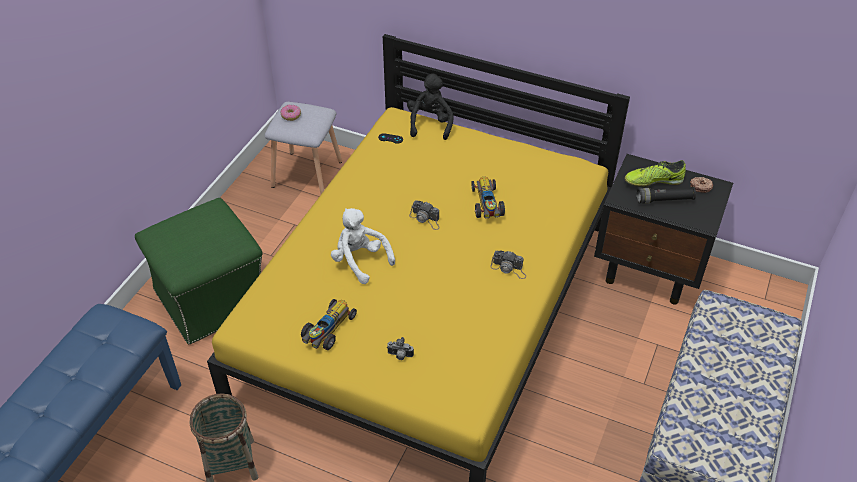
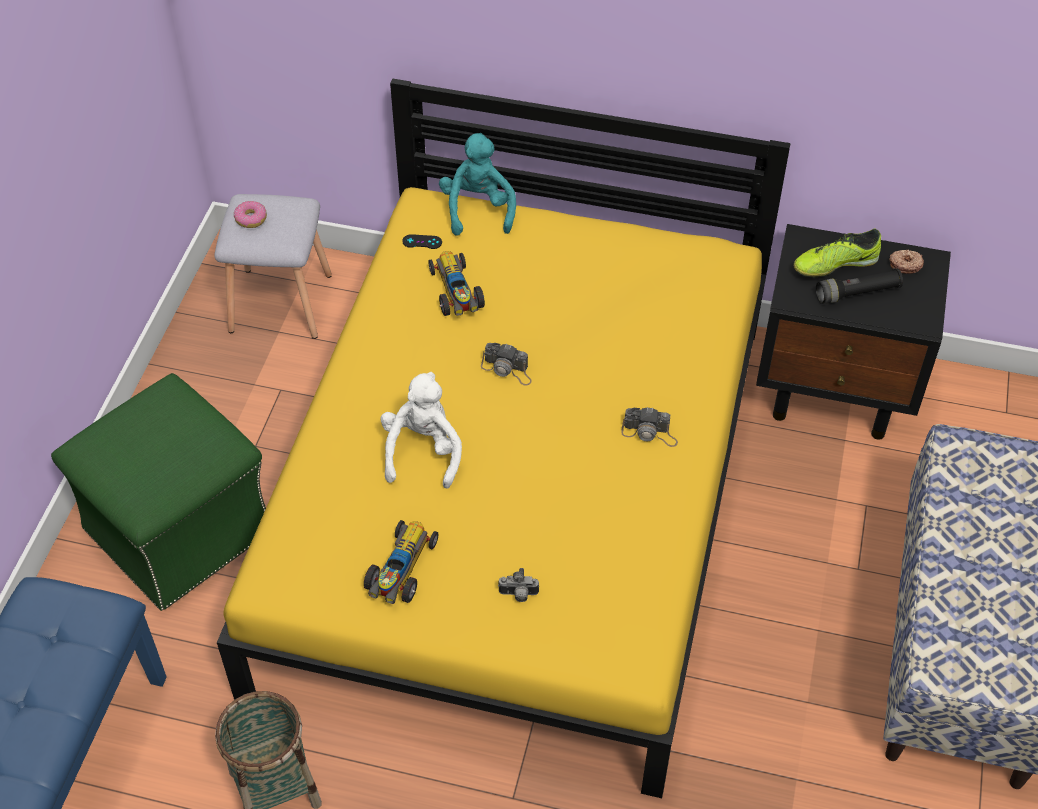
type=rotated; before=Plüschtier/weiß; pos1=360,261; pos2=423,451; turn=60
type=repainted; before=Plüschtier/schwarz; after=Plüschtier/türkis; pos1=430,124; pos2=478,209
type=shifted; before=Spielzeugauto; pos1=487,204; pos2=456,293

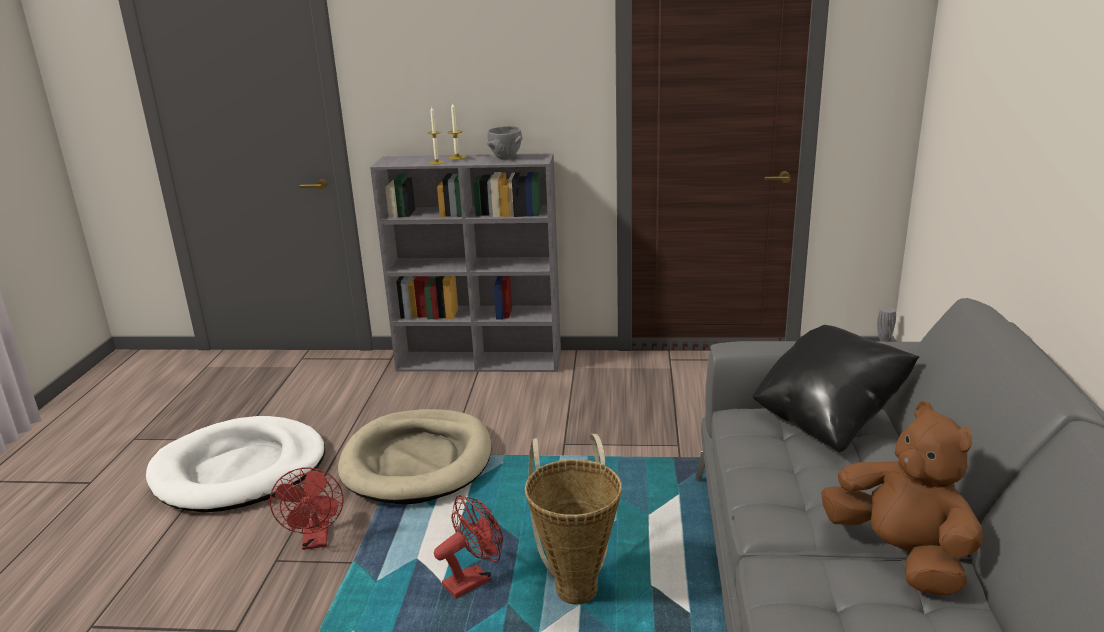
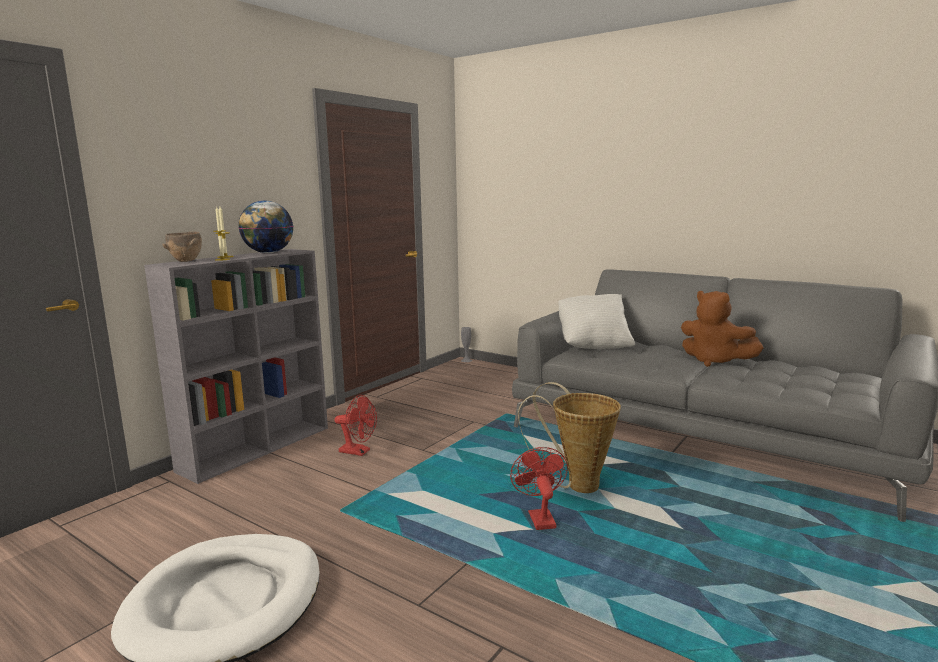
type=shifted; before=Ventilator/rot; pos1=316,540; pos2=359,452
type=gone; before=Hundebett/beige; pos1=418,461
type=swapped; before=Schüssel/grau; after=Globus; pos1=505,158; pos2=268,253
type=repainted; before=Kissen/schwarz; after=Kissen/weiß; pos1=827,420; pos2=593,344
type=rotated; before=Plüschtier/braun; pos1=900,555; pos2=714,361; turn=-135
type=new; after=Schüssel/braun; pos2=185,261

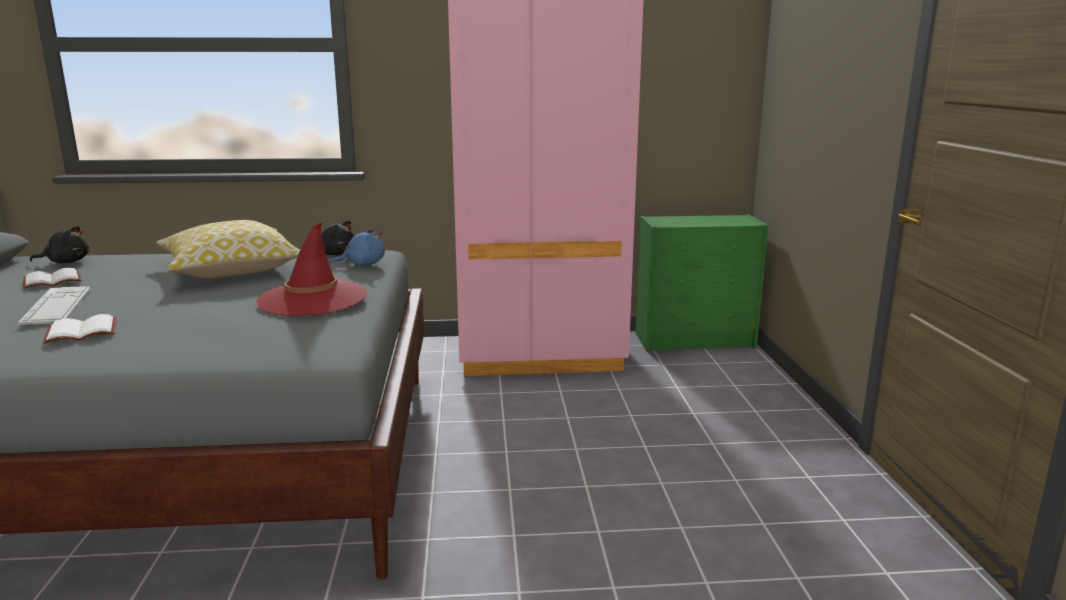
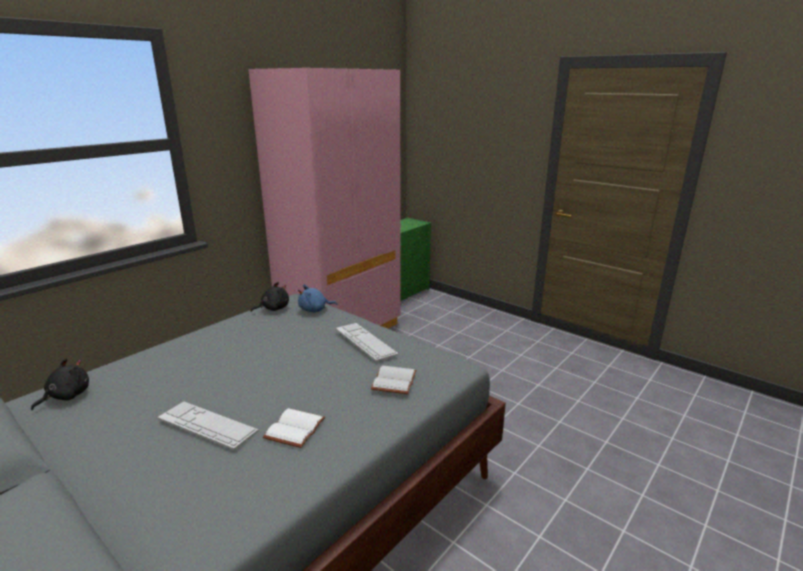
type=shifted; before=Buch/weiß; pos1=53,280; pos2=393,380
type=gone; before=Kissen; pos1=230,270
type=swapped; before=Hut/rot; after=Tastatur; pos1=312,299; pos2=365,342
type=rotated; before=Plüschtier/blau; pos1=362,265; pos2=315,310; turn=-135

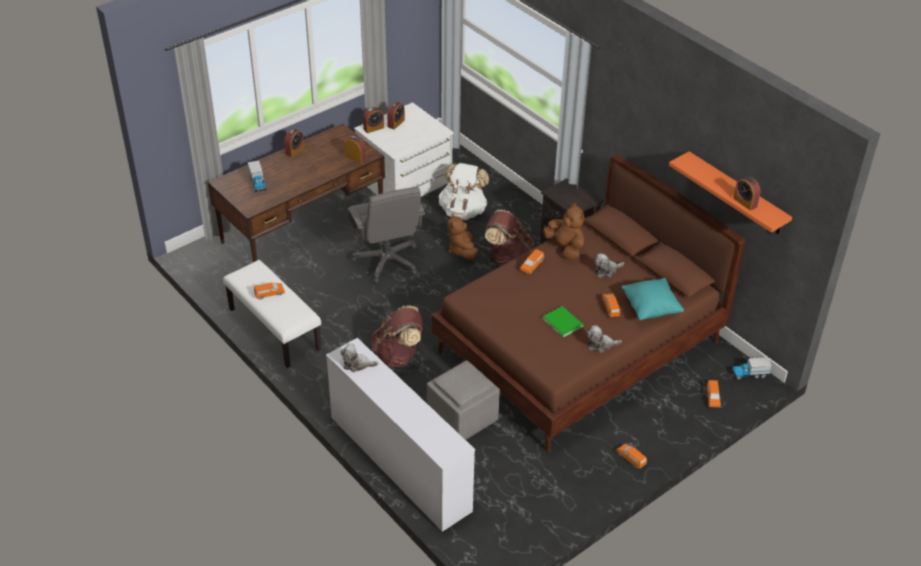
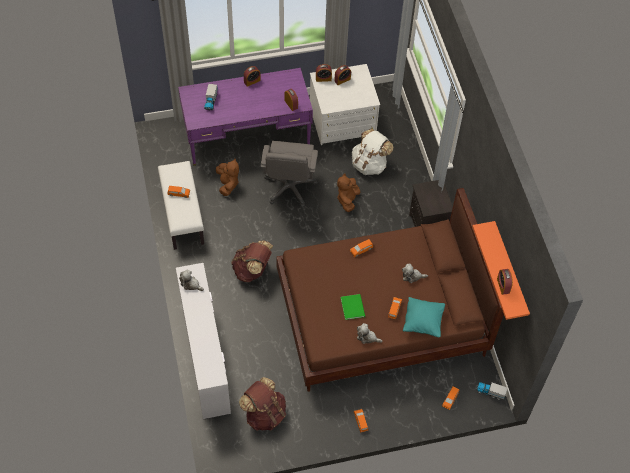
type=repainted; before=Schreibtisch/braun; after=Schreibtisch/lila; pos1=303,228; pos2=247,135
type=gone; before=Polsterhocker/grau; pos1=463,418
type=shifted; before=Rucksack/braun; pos1=508,258; pos2=264,414
type=shifted; before=Plüschtier/braun; pos1=565,247; pos2=228,184

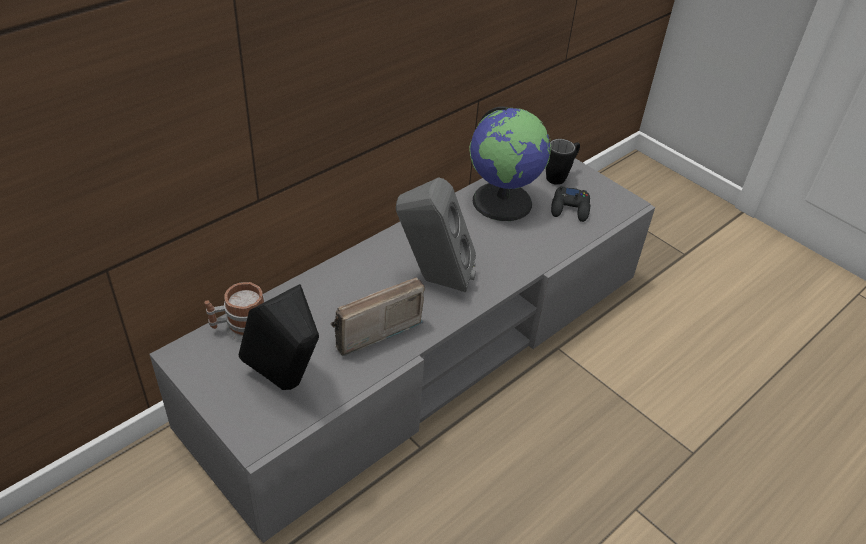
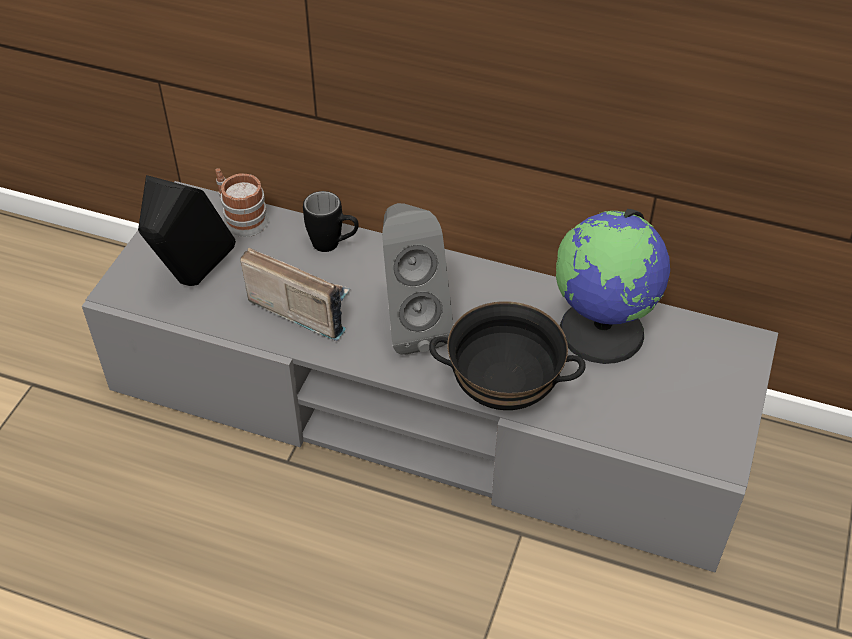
type=shifted; before=Henkelbecher/schwarz; pos1=560,176; pos2=334,245
type=gone; before=Gamepad/schwarz; pos1=570,208
type=new; after=Schüssel/schwarz; pos2=504,391

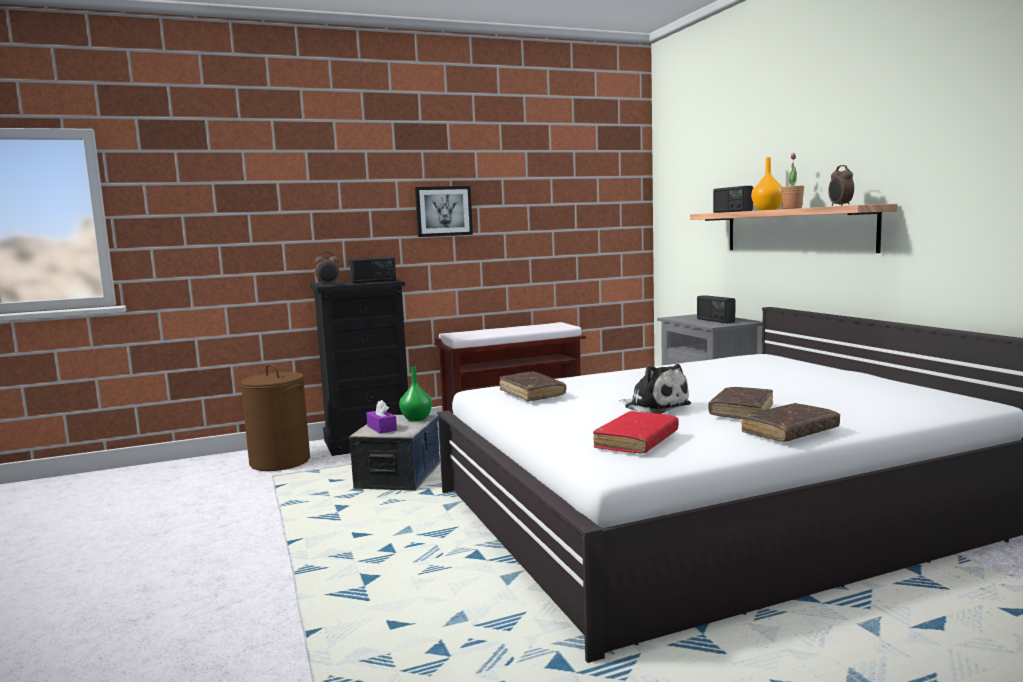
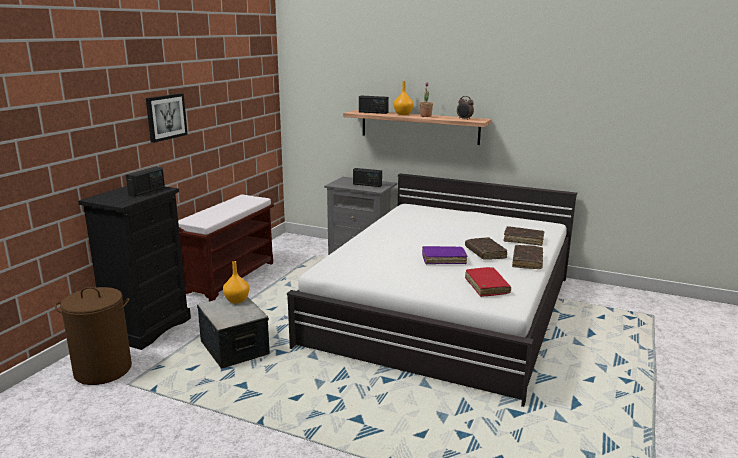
type=gone; before=Wecker; pos1=328,285
type=gone; before=Taschentuchbox/lila; pos1=381,428
type=repainted; before=Vase/grün; after=Vase/orange; pos1=416,419; pos2=236,300
type=shifted; before=Buch/braun; pos1=532,393; pos2=523,240
type=swapped; before=Plüschtier; after=Buch/lila; pos1=654,406; pos2=443,259

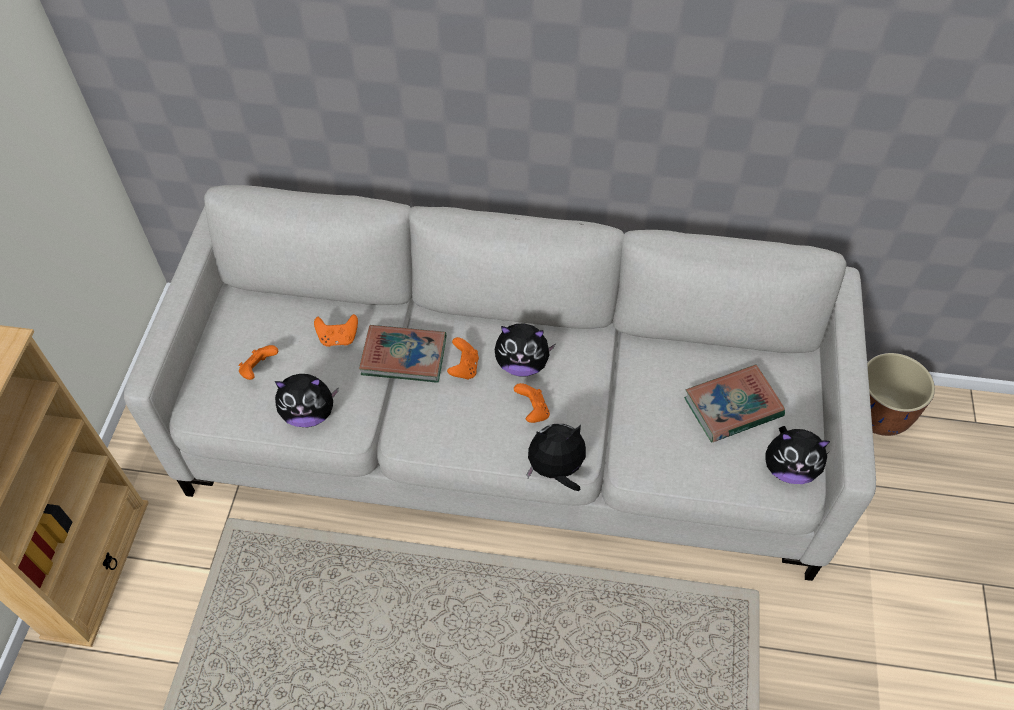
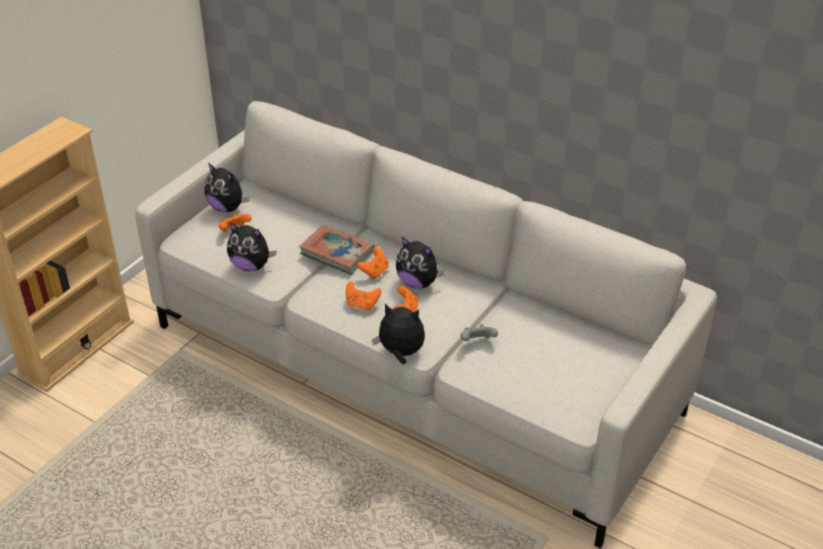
type=shifted; before=Gamepad/orange; pos1=338,338; pos2=362,304
type=gone; before=Buch; pos1=732,407
type=shifted; before=Plüschtier; pos1=789,469; pos2=227,208
type=gone; before=Pflanzkübel/braun; pos1=880,413
type=new; after=Gamepad/grau; pos2=477,342

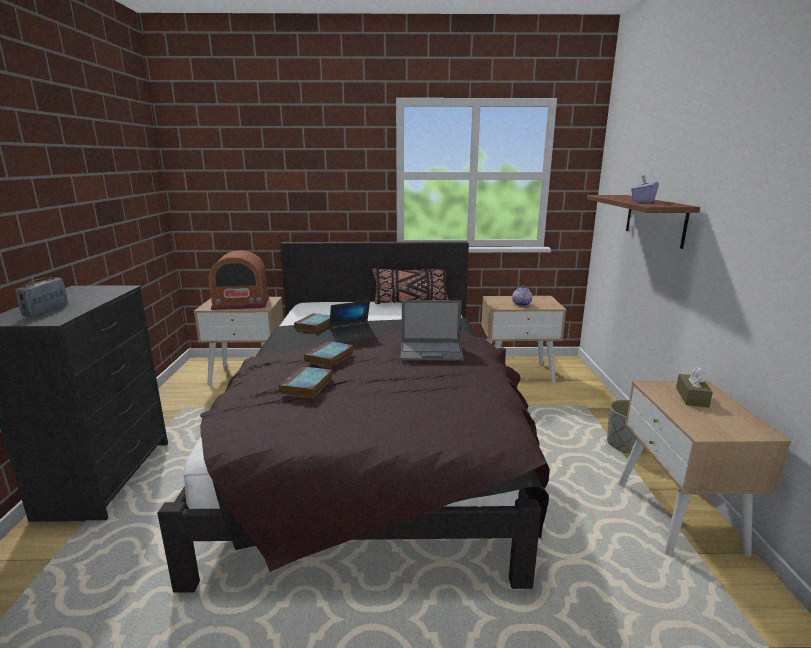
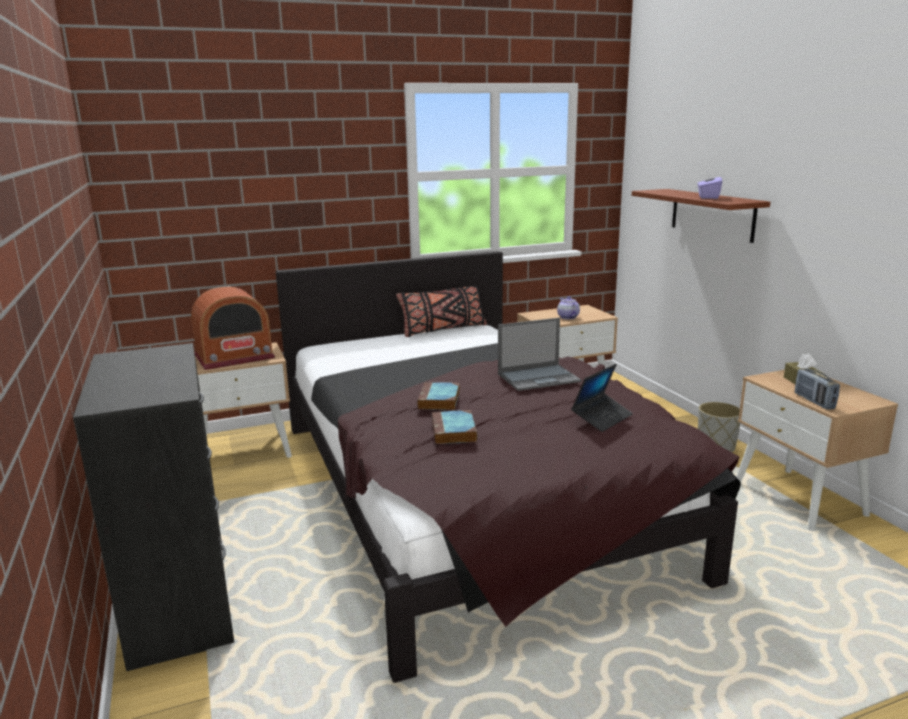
type=shifted; before=Radio; pos1=46,310; pos2=814,401
type=gone; before=Buch; pos1=314,326
type=shifted; before=Laptop; pos1=353,336; pos2=602,418

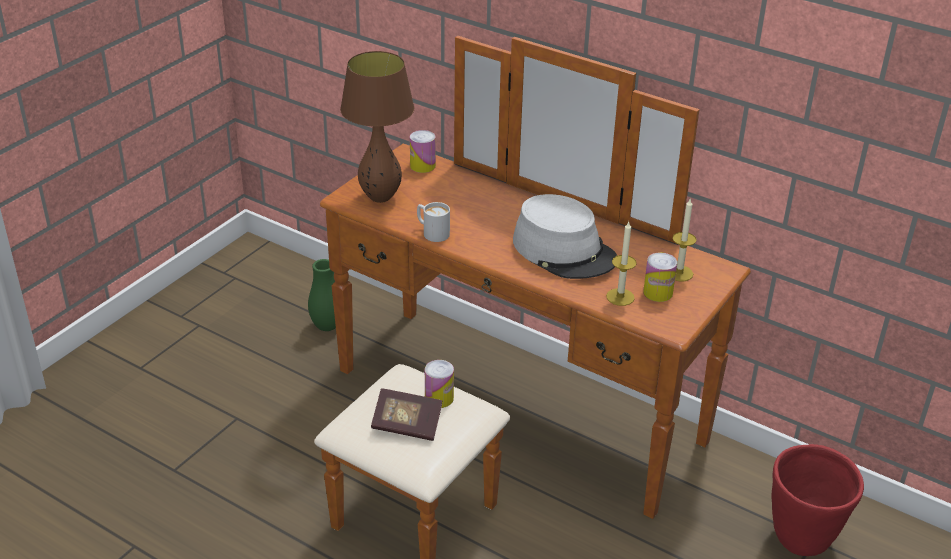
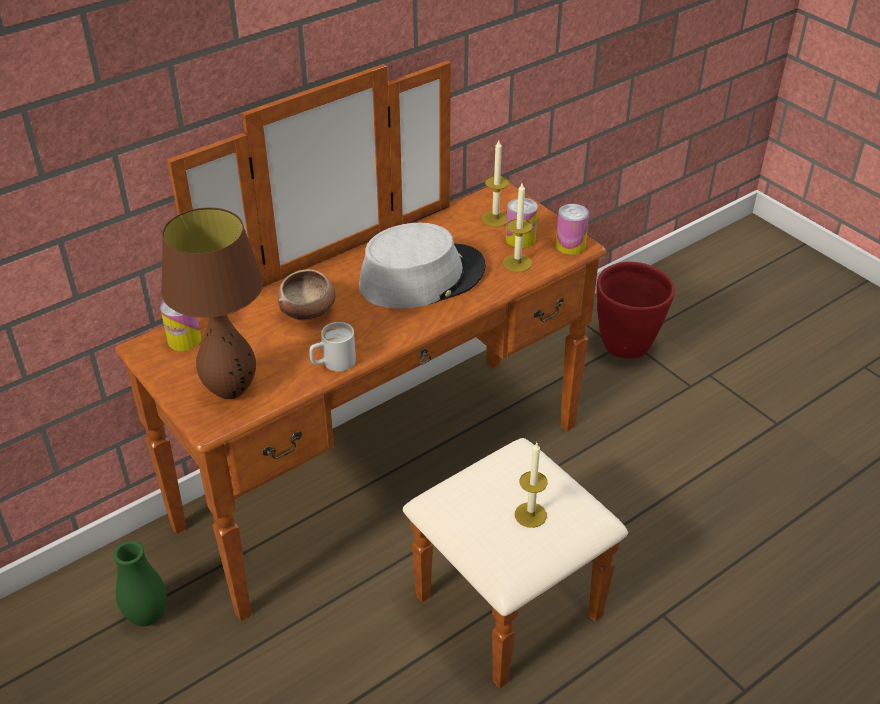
type=swapped; before=Buch; after=Kerze; pos1=407,425; pos2=530,515
type=shifted; before=Dose; pos1=439,398; pos2=570,245
type=new; after=Schüssel; pos2=308,310

